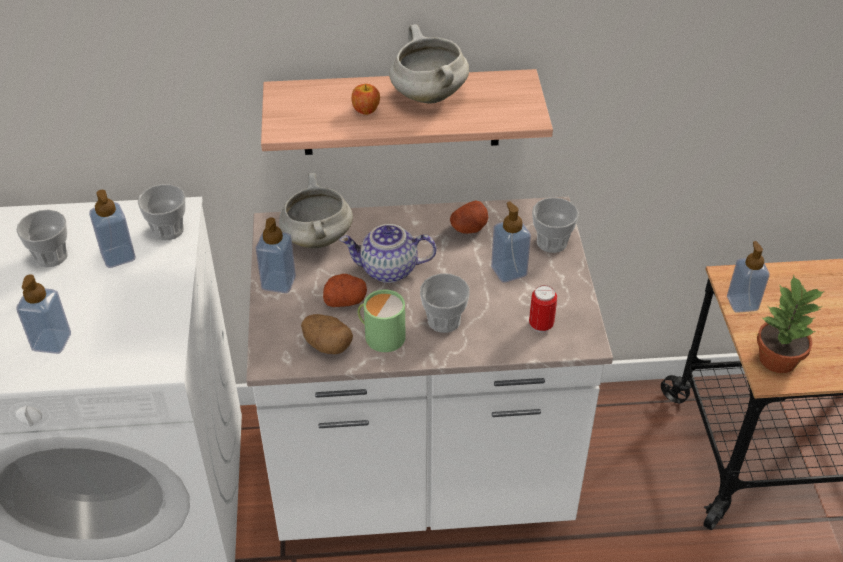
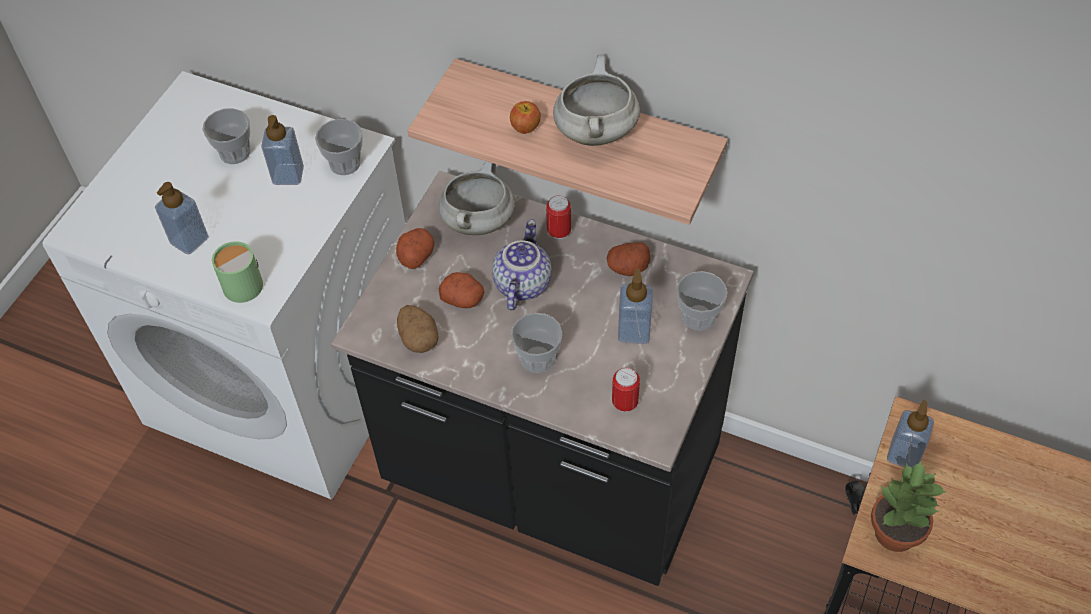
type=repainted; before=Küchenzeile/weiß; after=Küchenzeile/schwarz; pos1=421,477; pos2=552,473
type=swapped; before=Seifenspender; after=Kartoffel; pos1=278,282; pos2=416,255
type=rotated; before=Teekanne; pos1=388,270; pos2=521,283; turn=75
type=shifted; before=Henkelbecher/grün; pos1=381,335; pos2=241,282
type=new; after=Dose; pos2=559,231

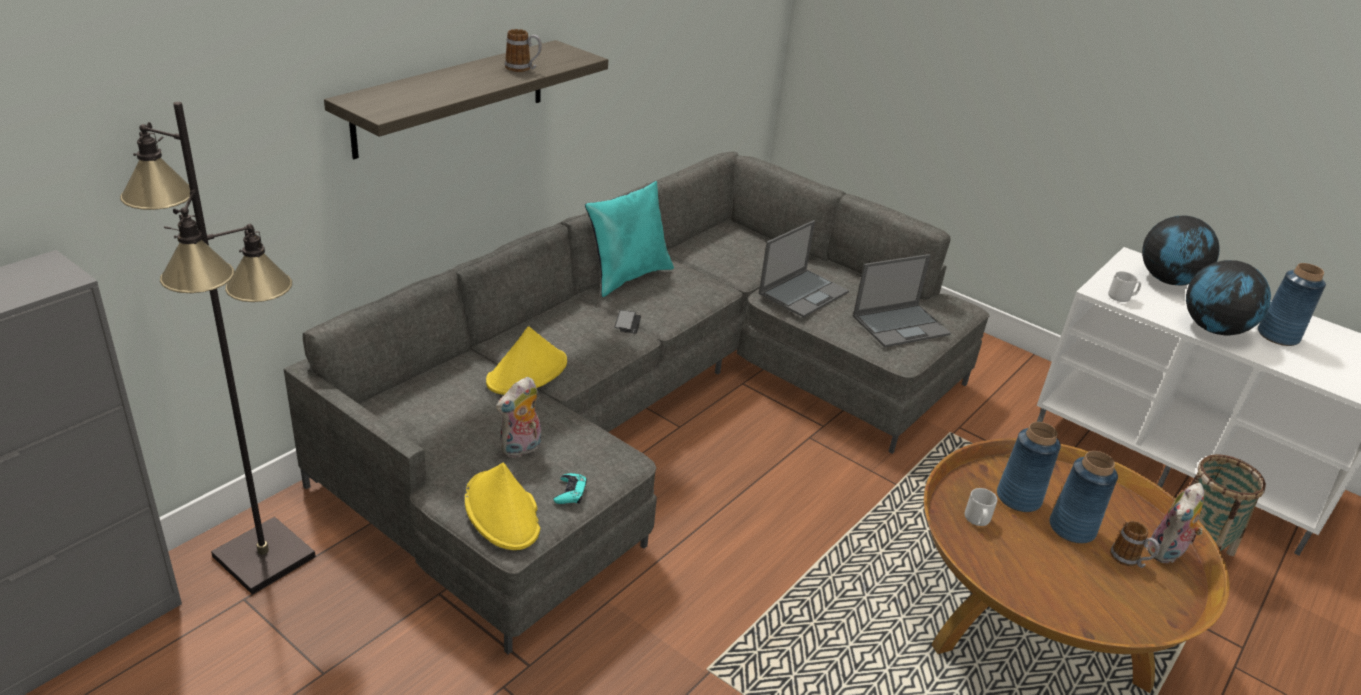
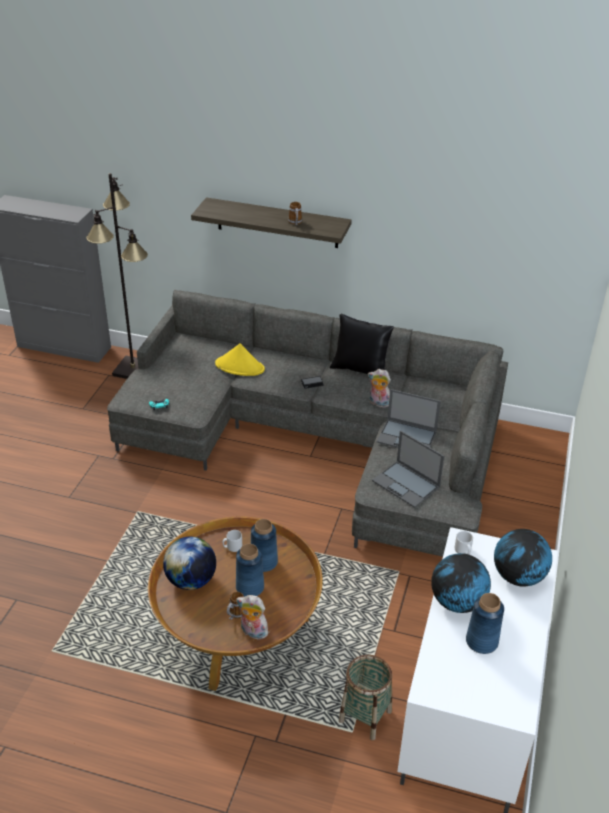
type=gone; before=Hut/gelb; pos1=502,512
type=shifted; before=Plüschtier; pos1=521,449; pos2=378,403
type=repainted; before=Kissen/türkis; after=Kissen/schwarz; pos1=628,276; pos2=360,370
type=new; after=Globus; pos2=191,580

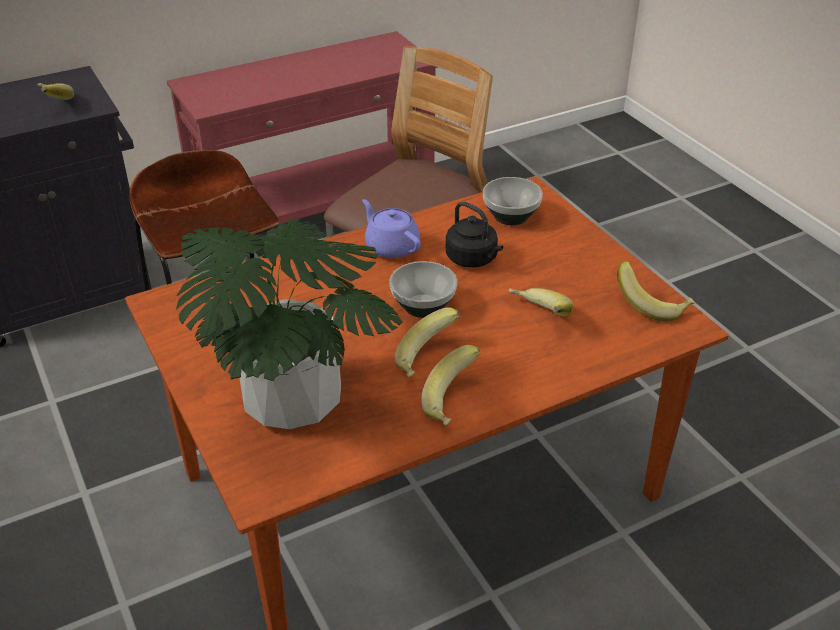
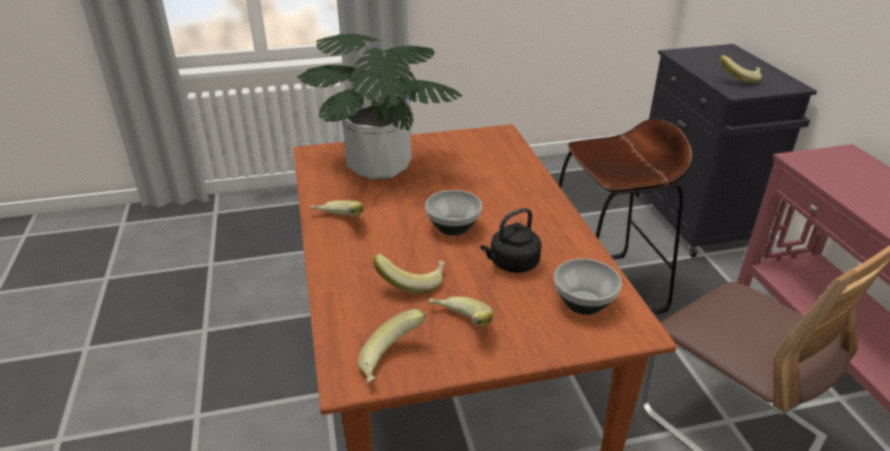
type=gone; before=Teekanne/lila; pos1=391,246
type=shifted; before=Banane; pos1=427,360; pos2=458,325

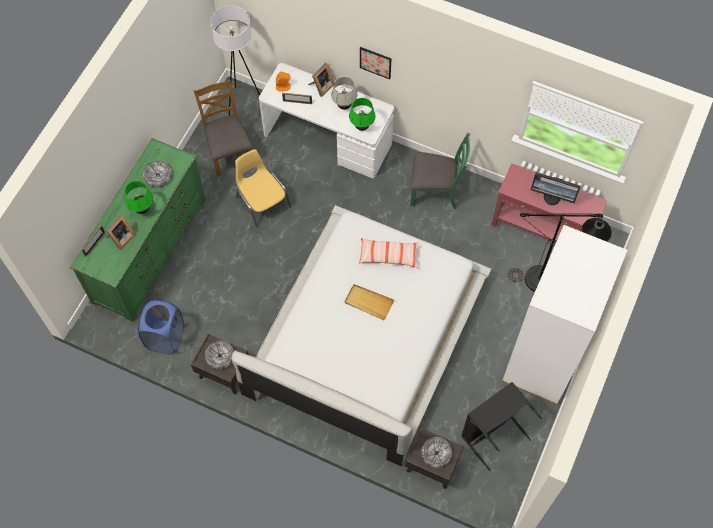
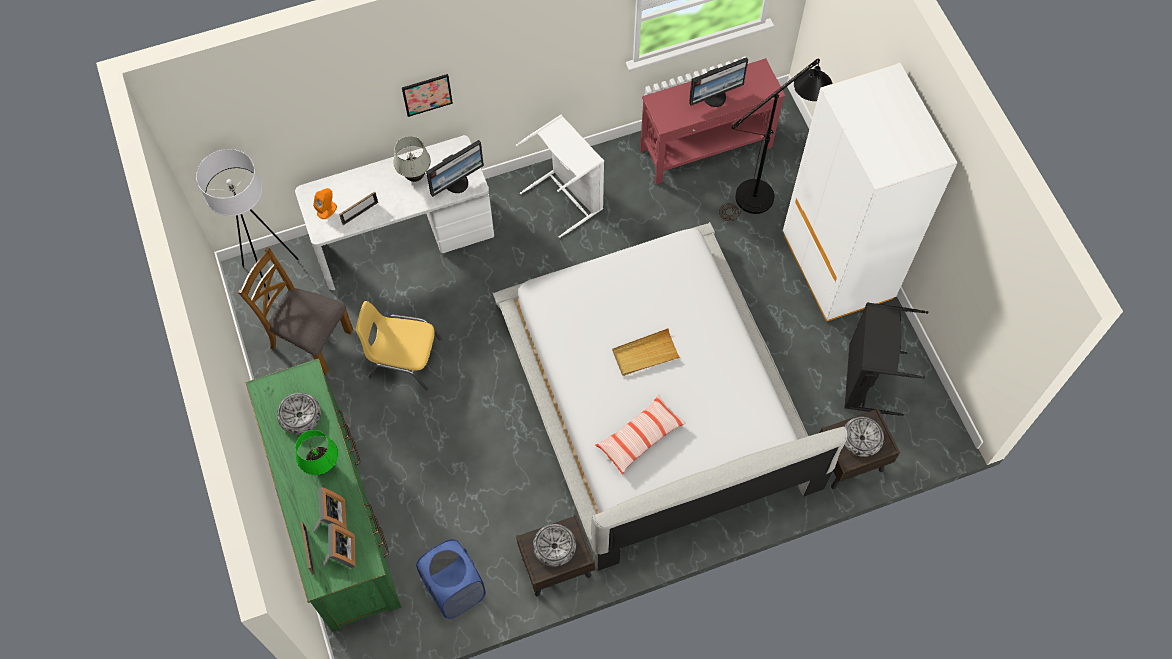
type=shifted; before=Bilderrahmen; pos1=321,87; pos2=341,554
type=swapped; before=Tischlampe/grün; after=Monitor; pos1=362,127; pos2=456,182
type=shifted; before=Kissen; pos1=389,255; pos2=640,437
type=swapped; before=Stuhl/grün; after=Wäschekorb/weiß; pos1=435,191; pos2=568,197

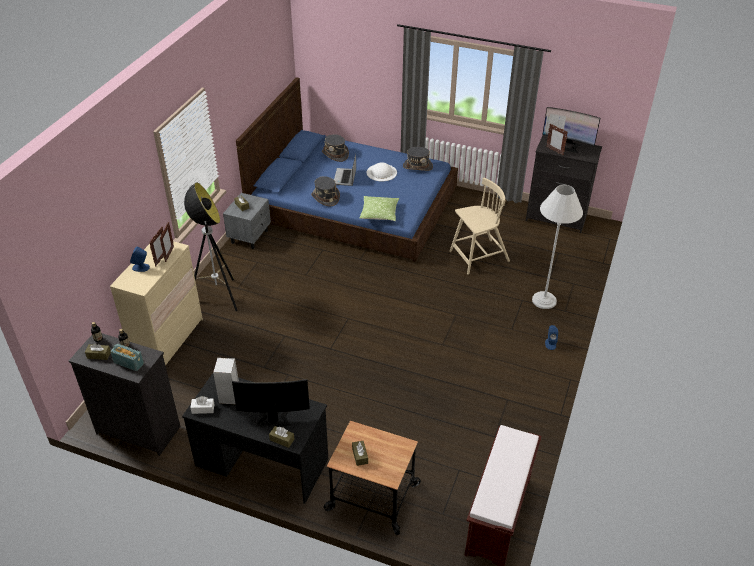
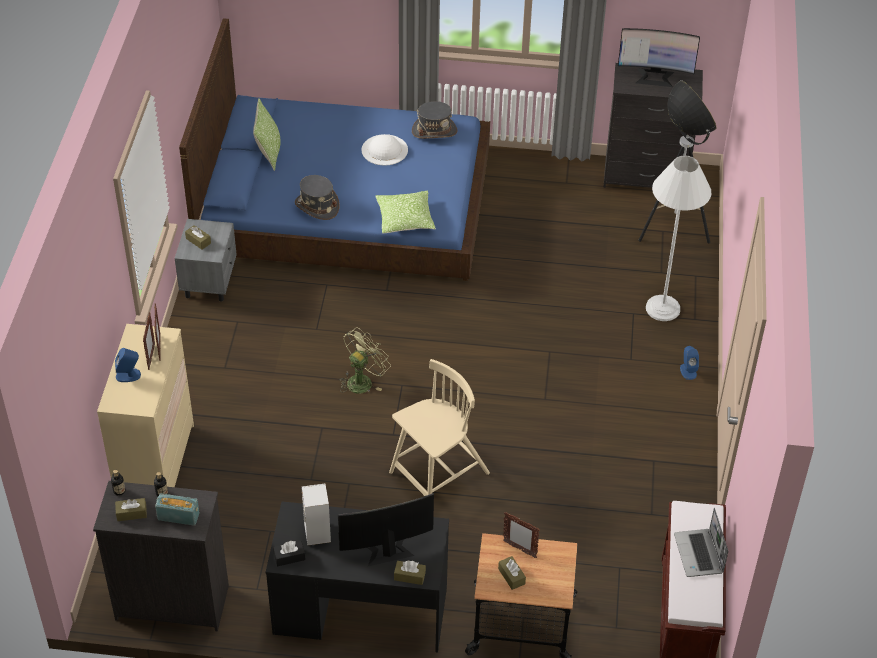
type=shifted; before=Stehlampe; pos1=218,297; pos2=672,229
type=repainted; before=Taschentuchbox/weiß; after=Taschentuchbox/schwarz; pos1=203,409; pos2=289,557
type=gone; before=Hut/grau; pos1=335,154
type=shifted; before=Laptop; pos1=345,178; pos2=699,554
type=shifted; before=Stuhl/beige; pos1=478,257; pos2=438,474
type=shifted; before=Bilderrahmen; pos1=554,151; pos2=519,549
type=new; after=Kissen; pos2=268,153
type=new; after=Ventilator/grün; pos2=362,380

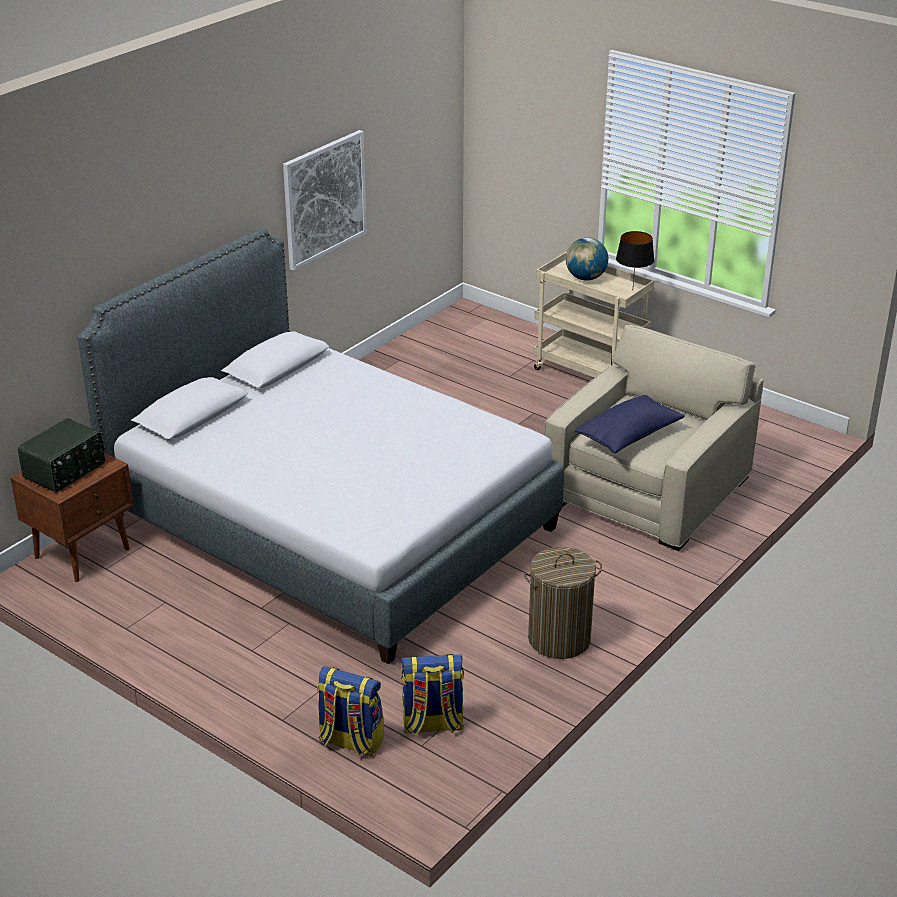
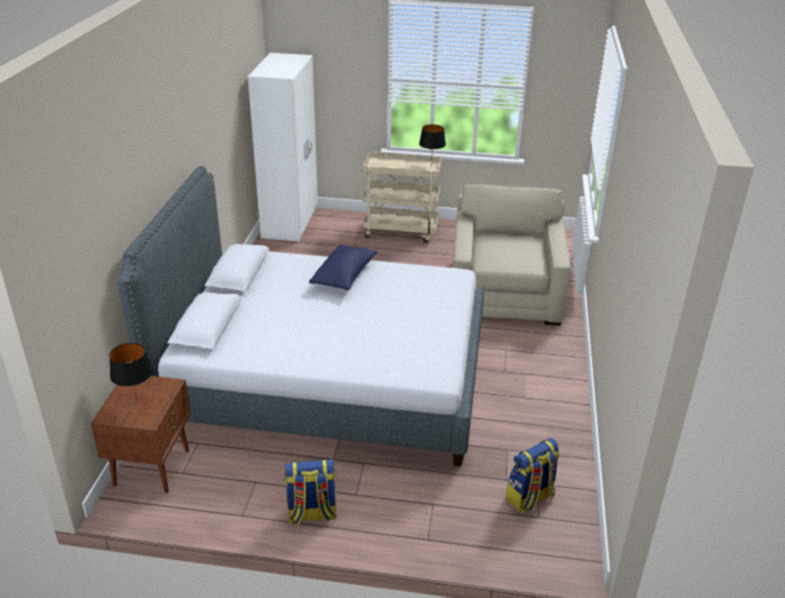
type=swapped; before=Radio; after=Tischlampe/schwarz; pos1=65,471; pos2=136,401
type=gone; before=Bild; pos1=324,199
type=shifted; before=Rucksack; pos1=350,741; pos2=311,514
type=gone; before=Wäschekorb; pos1=559,639
type=gone; before=Globus; pos1=585,278
type=shifted; before=Kissen/blau; pos1=629,436; pos2=344,276
type=new; after=Kleiderschrank/weiß; pos2=291,222

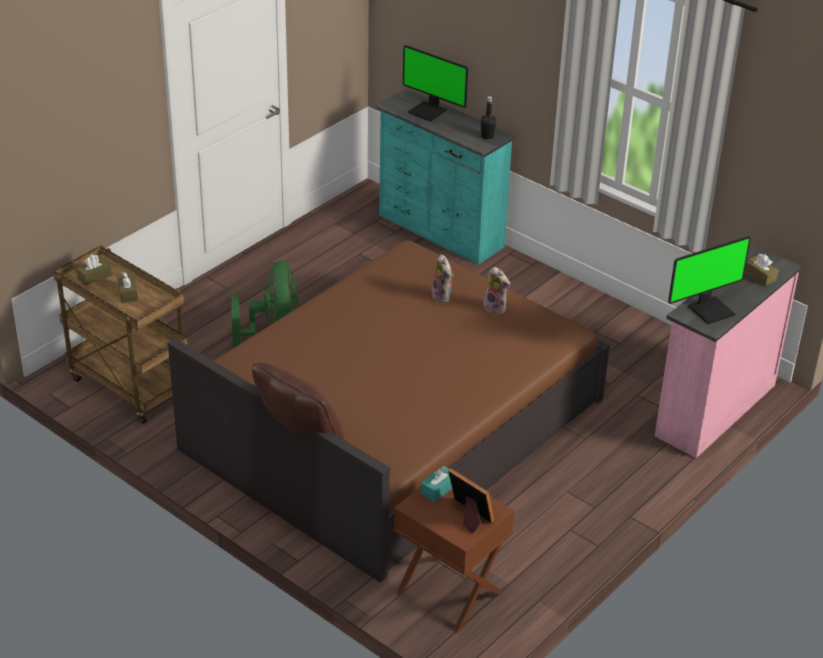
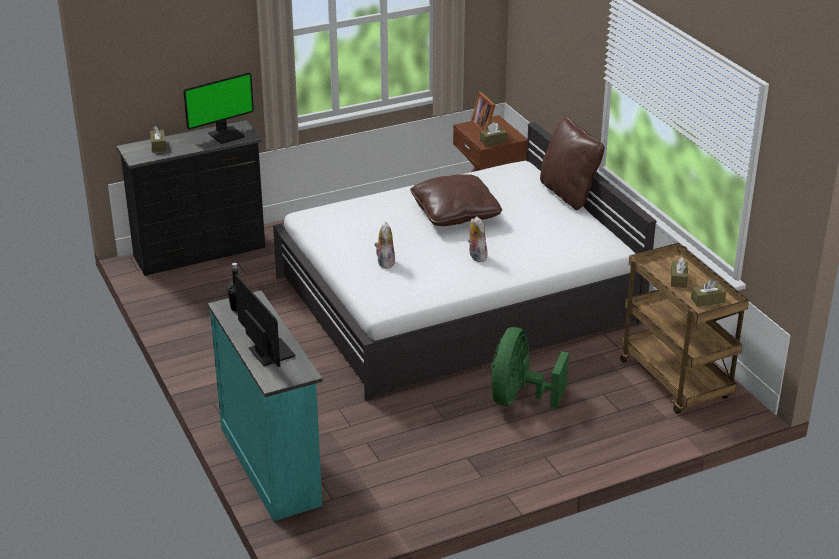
type=repainted; before=Bett/braun; after=Bett/weiß; pos1=394,424; pos2=457,299
type=repainted; before=Taschentuchbox/türkis; after=Taschentuchbox/braun; pos1=438,489; pos2=493,141
type=shifted; before=Plüschtier; pos1=496,308; pos2=476,256
type=repainted; before=Kommode/rosa; after=Kommode/schwarz; pos1=713,409; pos2=201,252
type=rotated; before=Monitor; pos1=710,309; pos2=226,135; turn=150
type=new; after=Kissen/braun; pos2=455,213

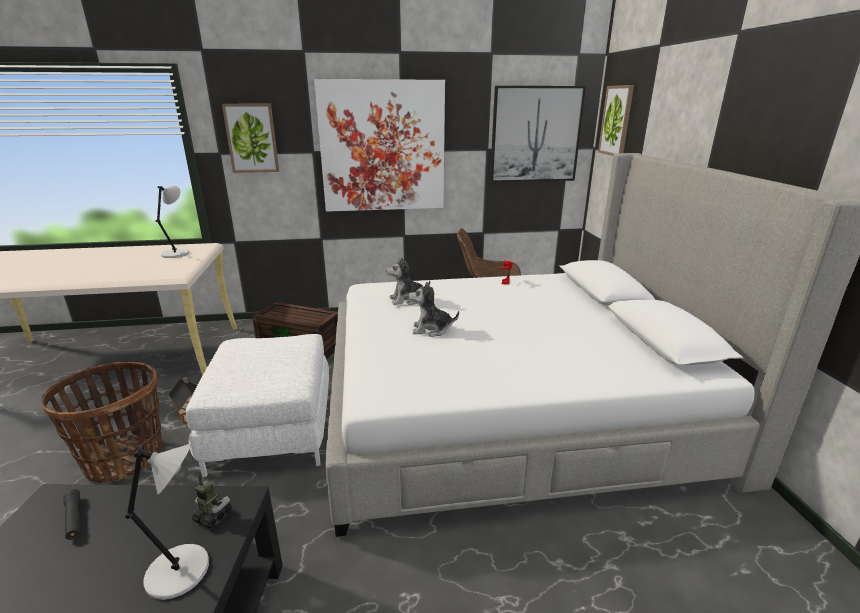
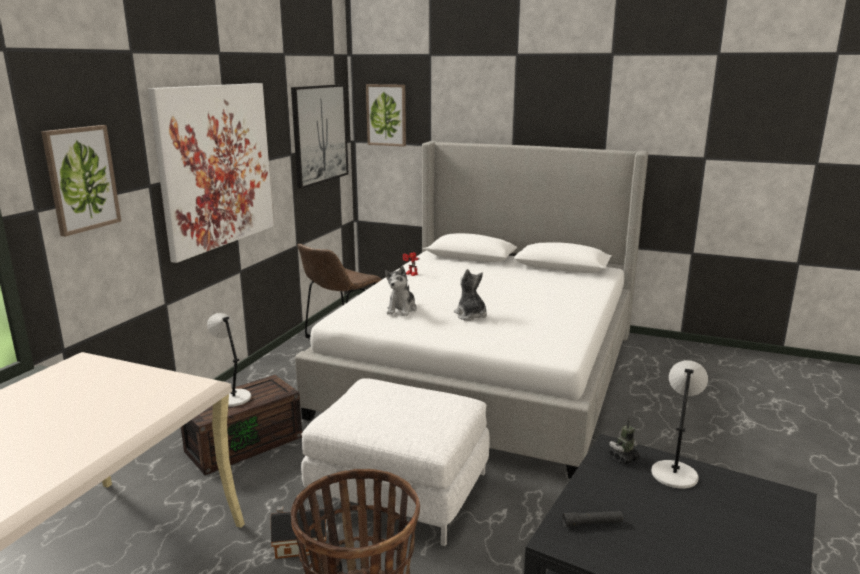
type=shifted; before=Tischlampe/grau; pos1=176,253; pos2=233,397
type=rotated; before=Plüschtier; pos1=431,329; pos2=471,315; turn=120

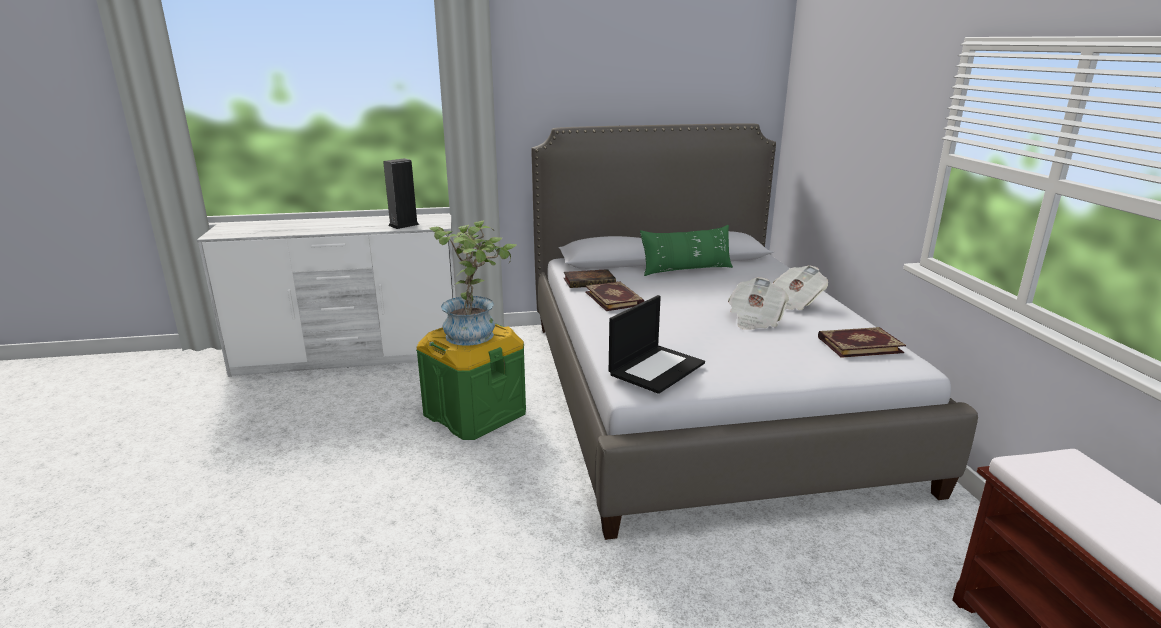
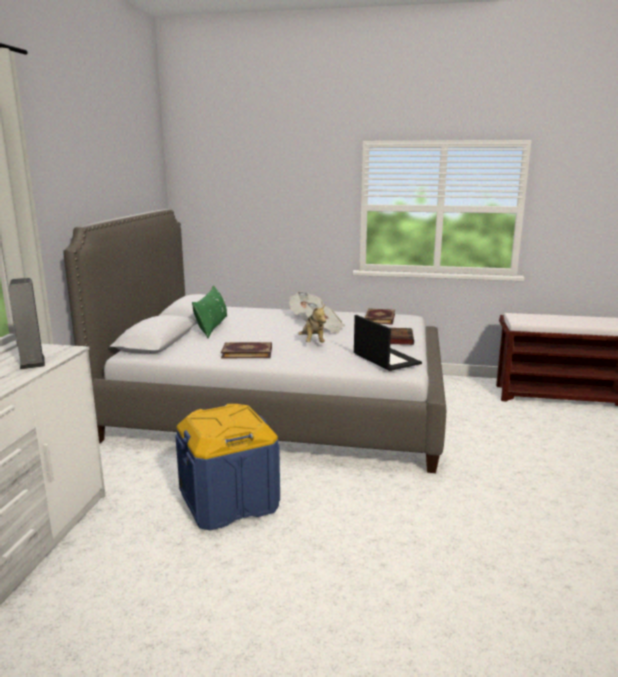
type=repainted; before=Aufbewahrungsbox/grün; after=Aufbewahrungsbox/blau; pos1=475,413; pos2=229,501
type=gone; before=Topfpflanze; pos1=476,333
type=shifted; before=Buch; pos1=590,282; pos2=398,338
type=new; after=Plüschtier; pos2=312,342

